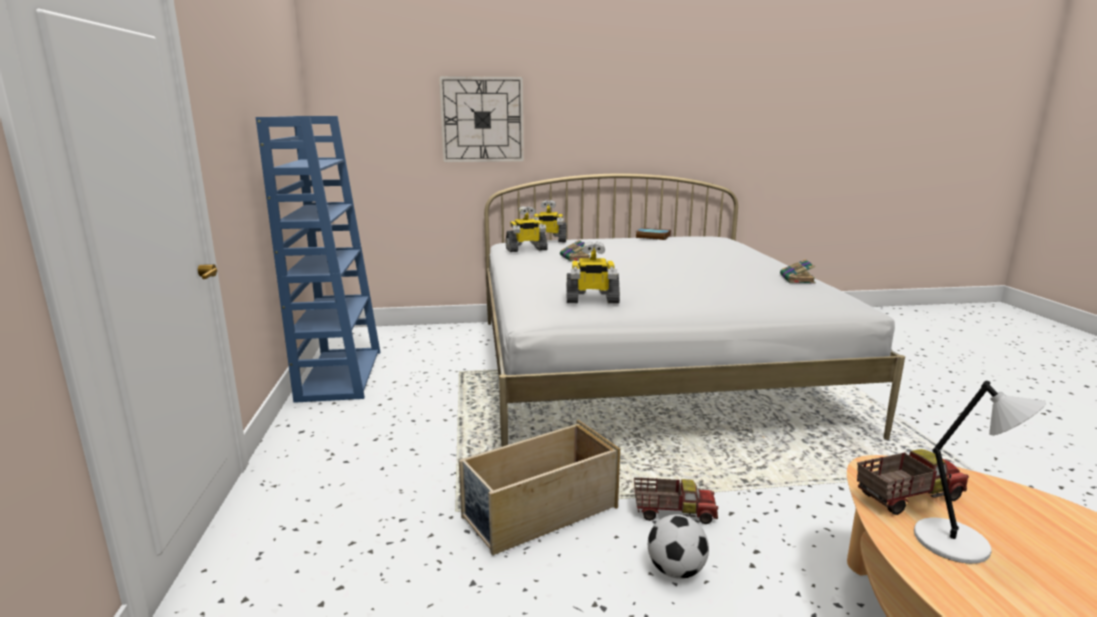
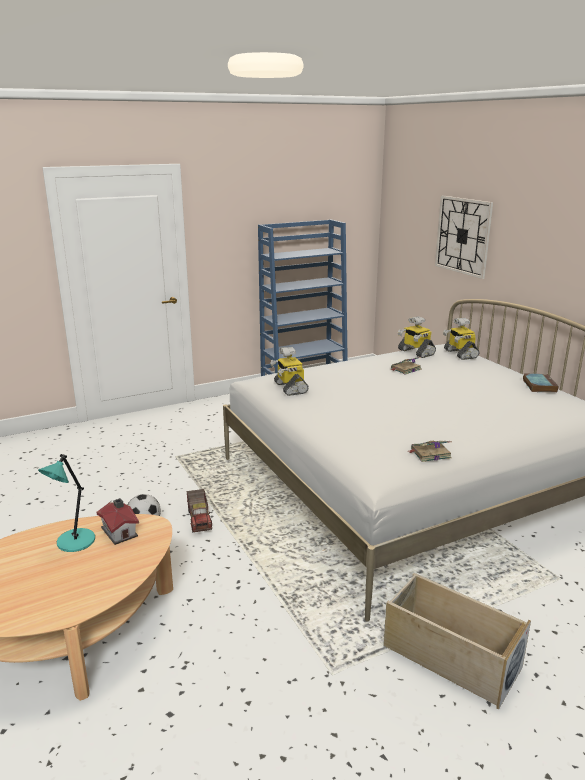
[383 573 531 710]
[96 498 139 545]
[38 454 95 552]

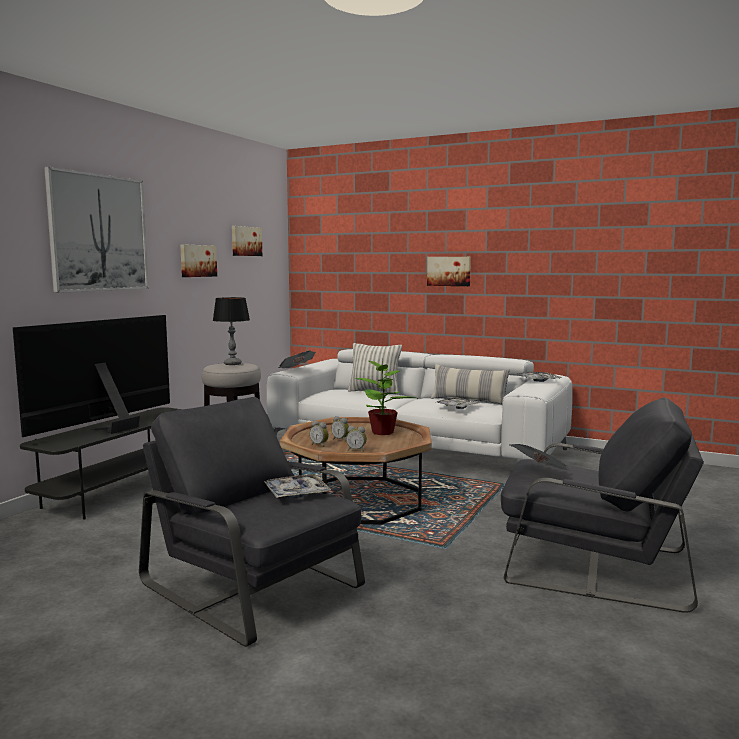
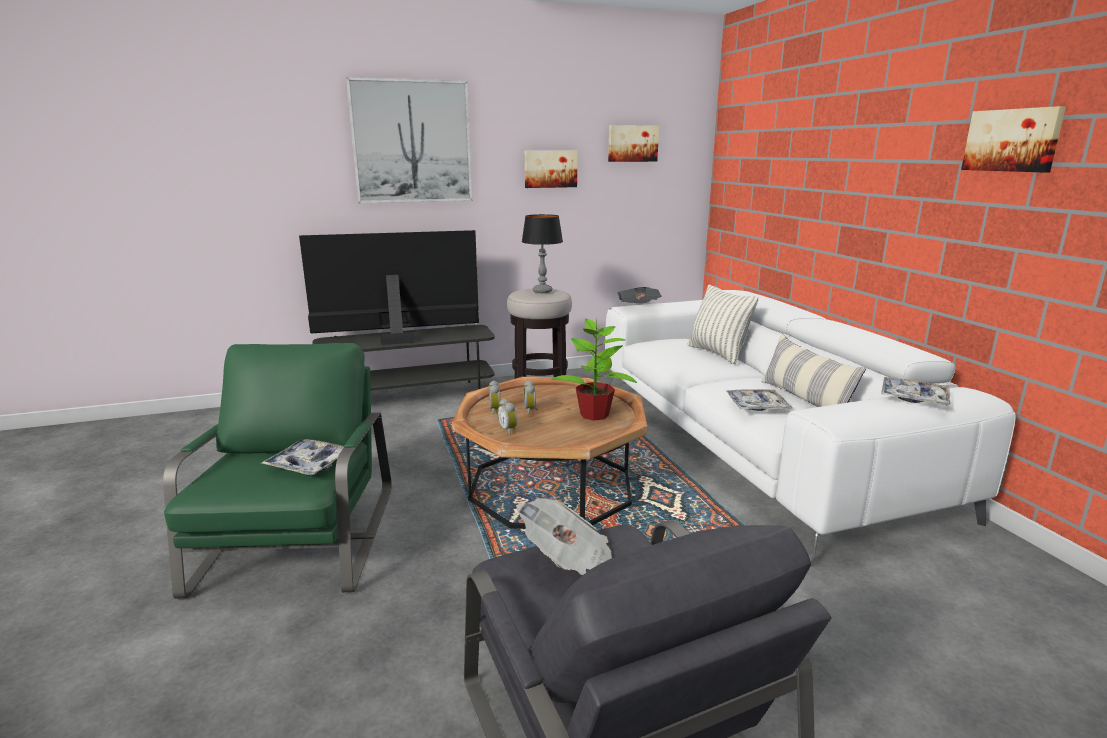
[961 106 1066 172]
[163 343 391 599]

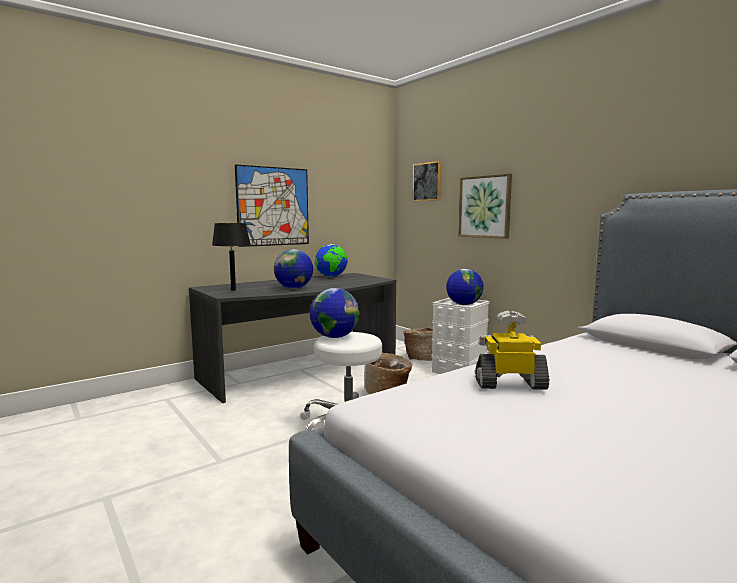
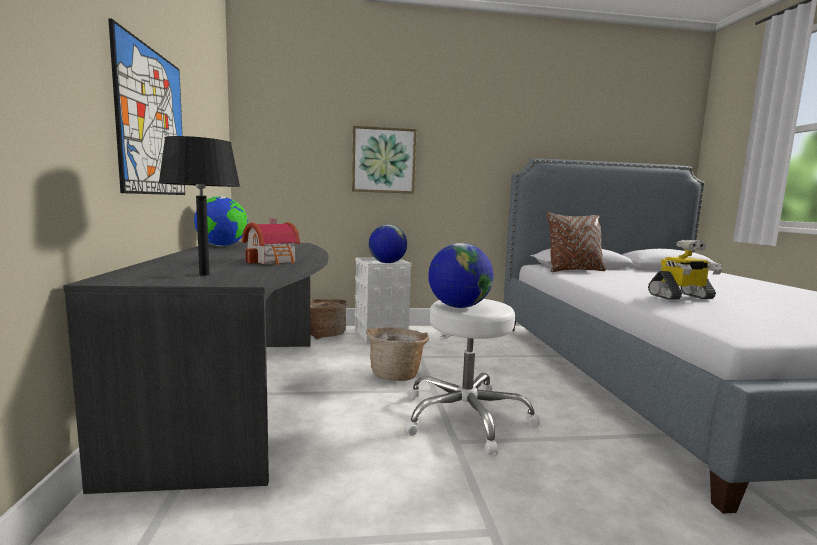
[413 161 441 201] (first image)
[547 212 606 272]
[242 219 300 265]
[648 240 722 300]

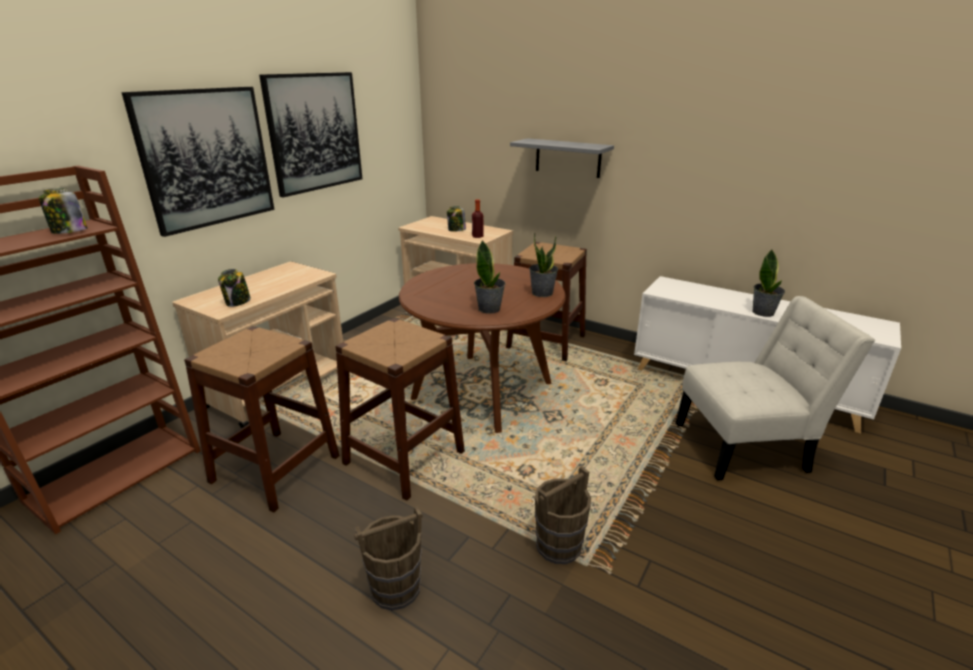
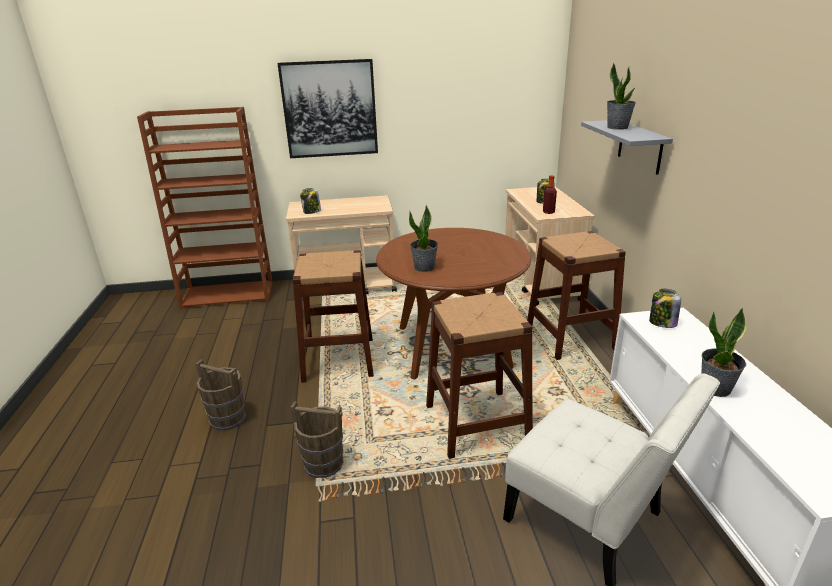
[259 72 362 197] (first image)
[649 289 681 328]
[426 292 533 459]
[607 63 636 130]

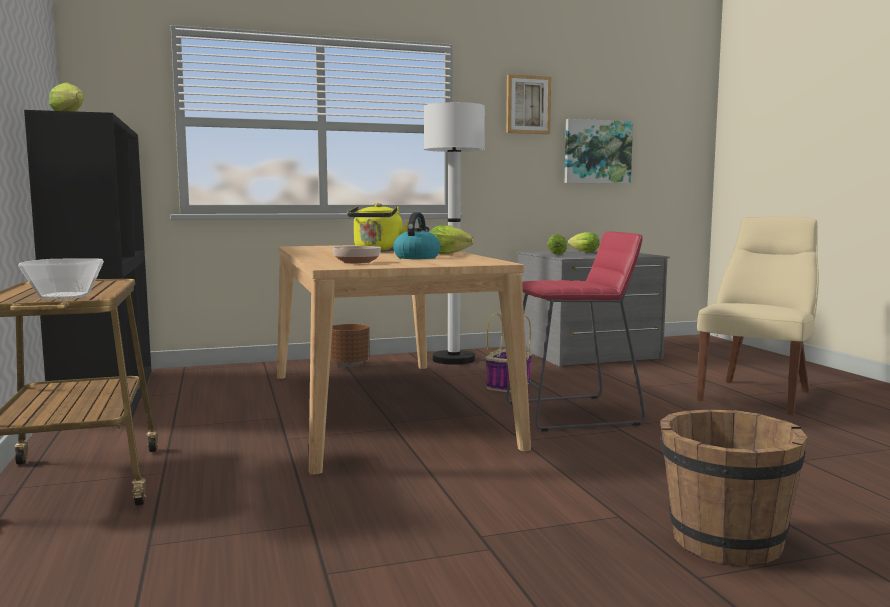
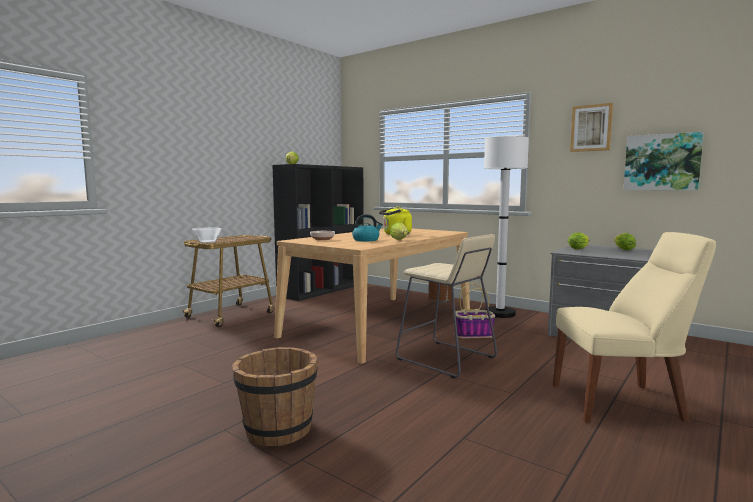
[396 234 497 379]

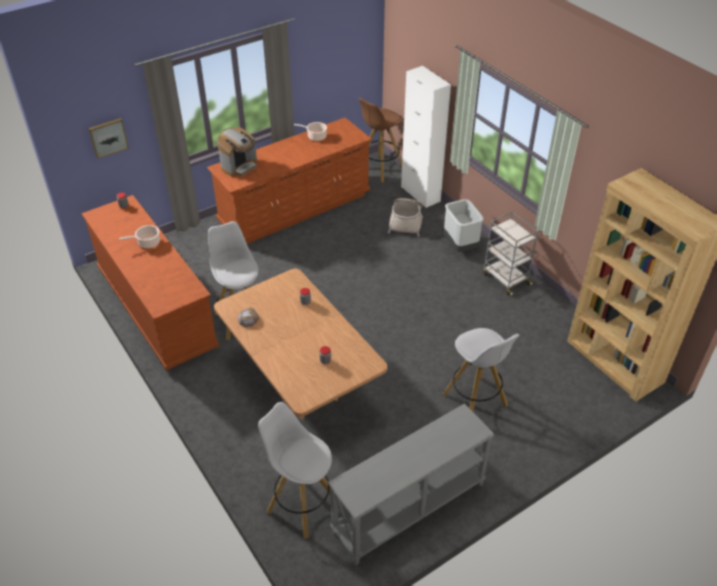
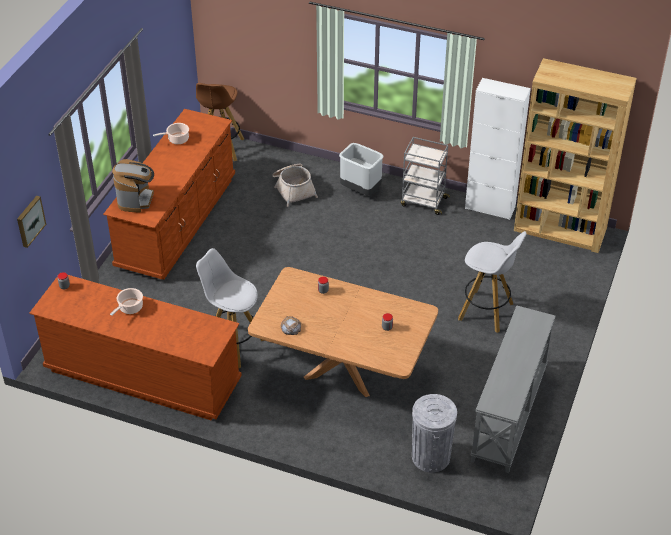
[465 78 531 220]
[412 394 457 473]

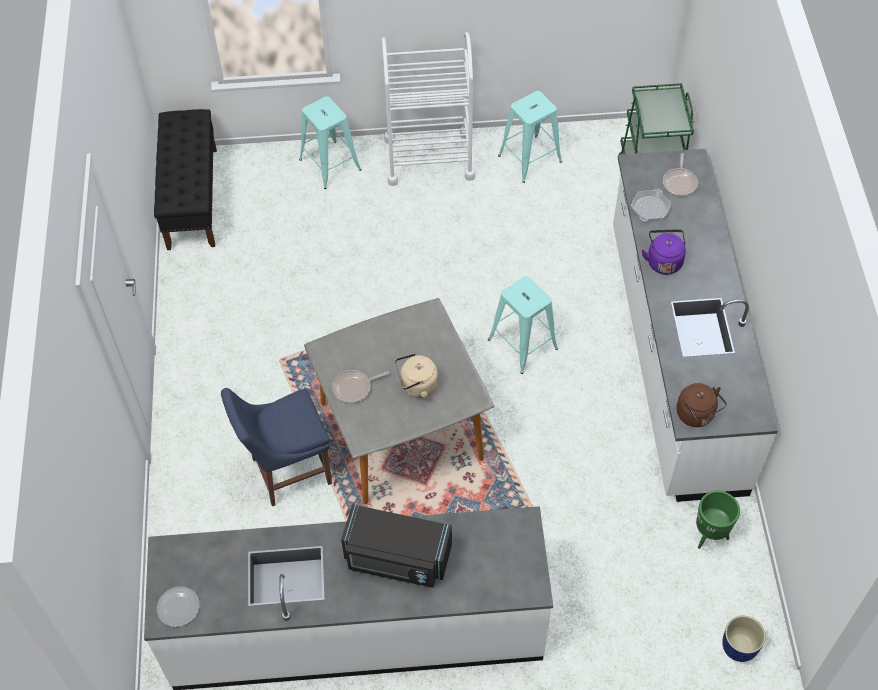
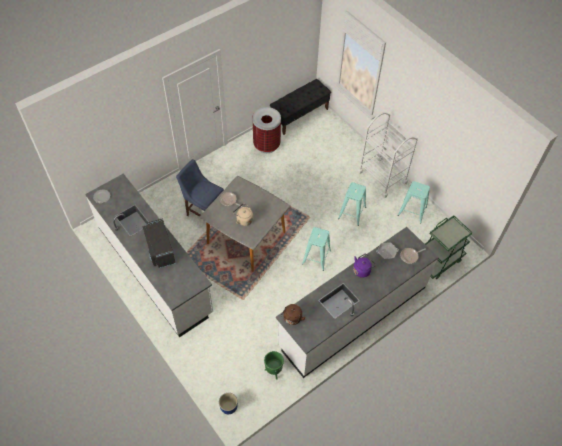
[253 107 281 153]
[338 182 366 226]

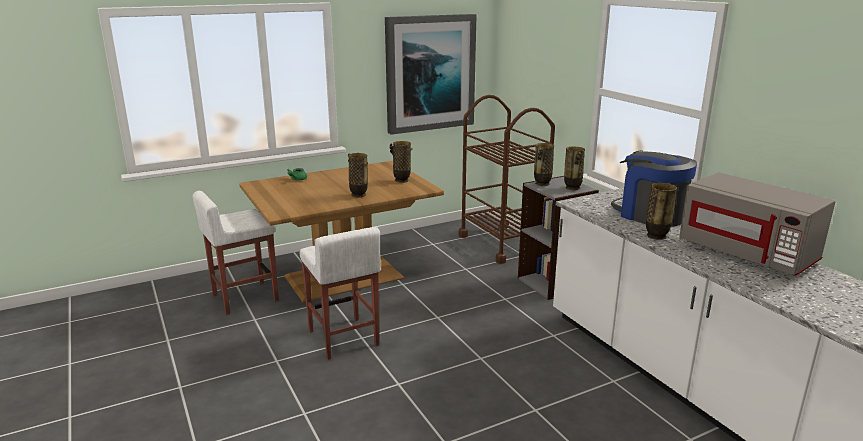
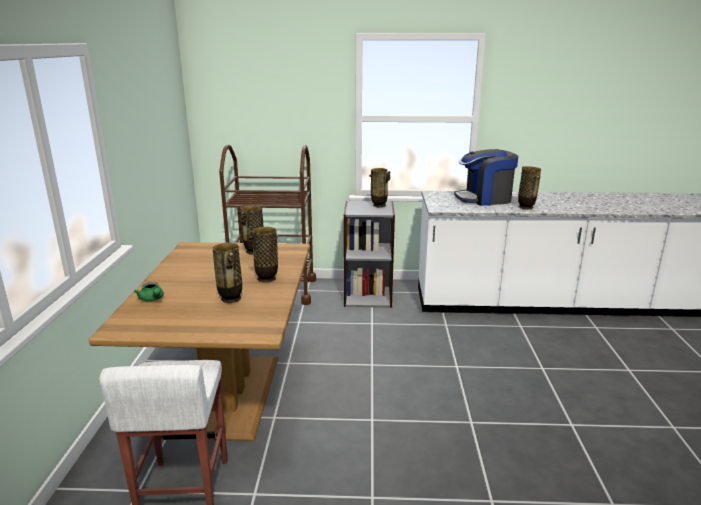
[299 227 381 360] (first image)
[385 14 477 135] (first image)
[679 173 835 276] (first image)
[213 243 242 303]

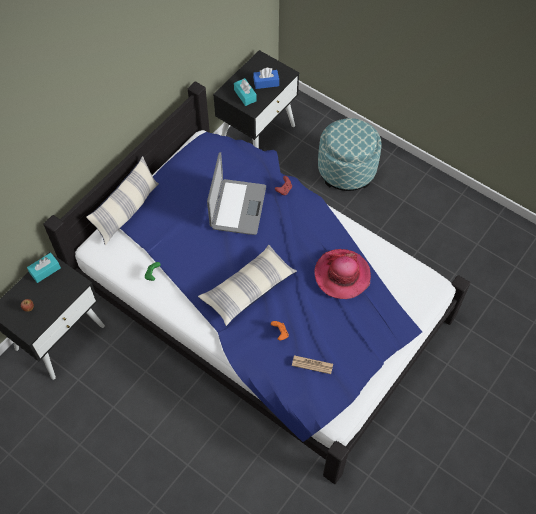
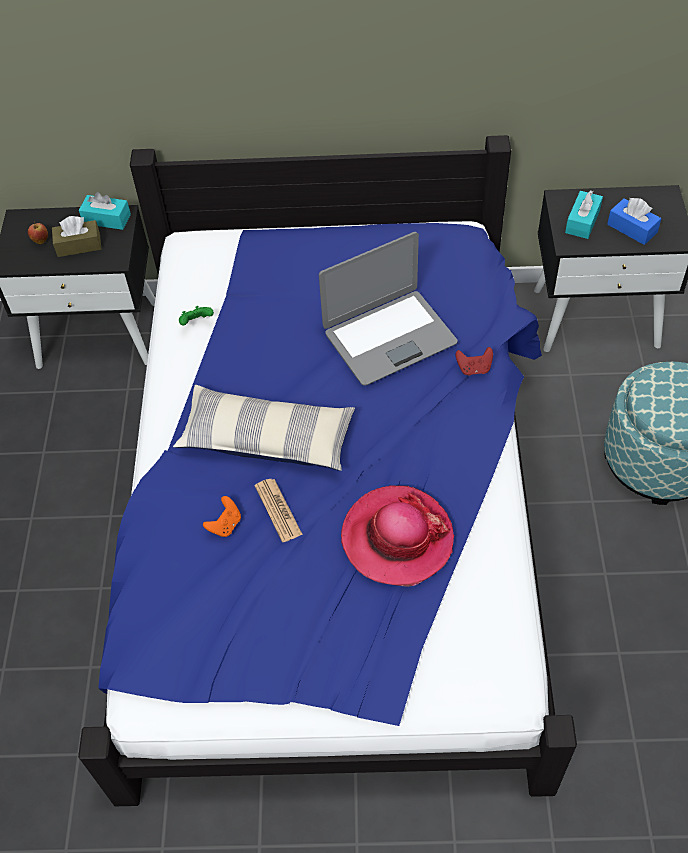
[86 156 159 245] (first image)
[52 216 101 257]
[255 479 303 542]

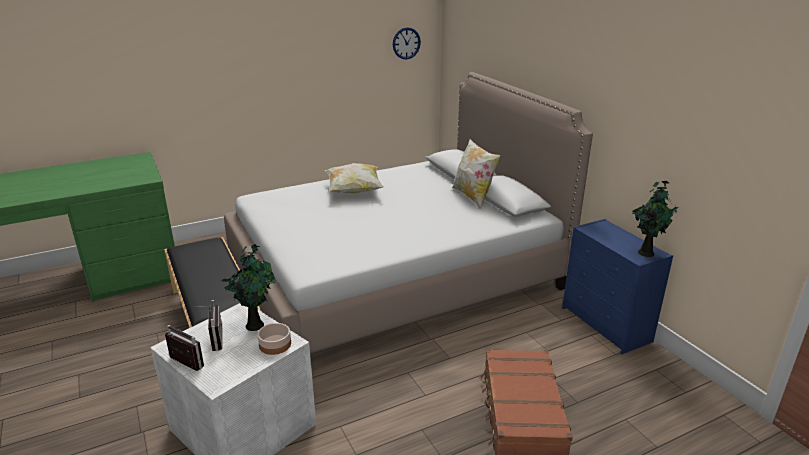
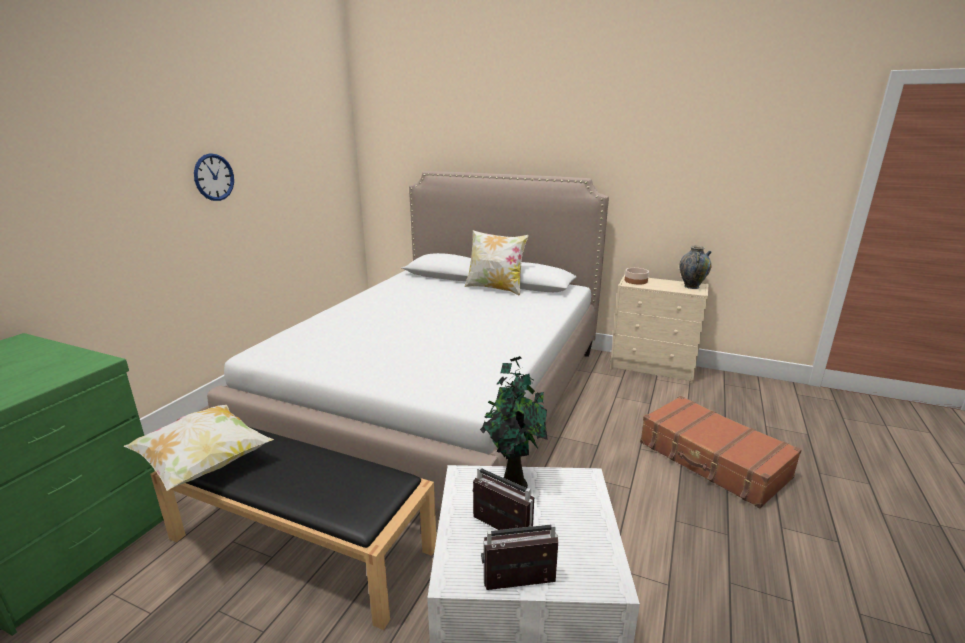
[625 268 649 285]
[123 405 274 491]
[194 153 234 201]
[679 246 712 289]
[610 275 709 383]

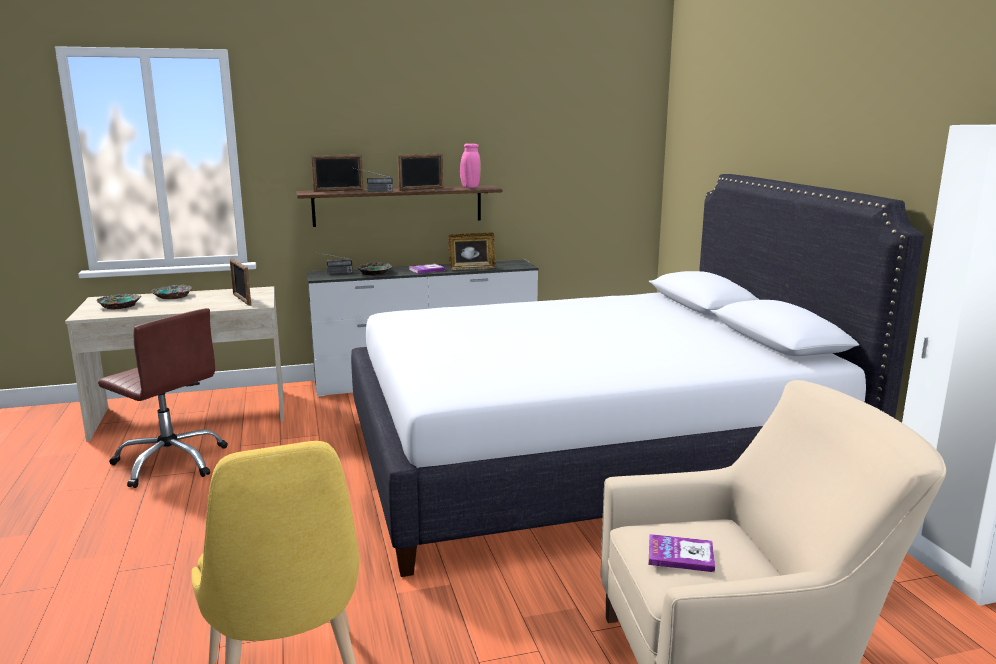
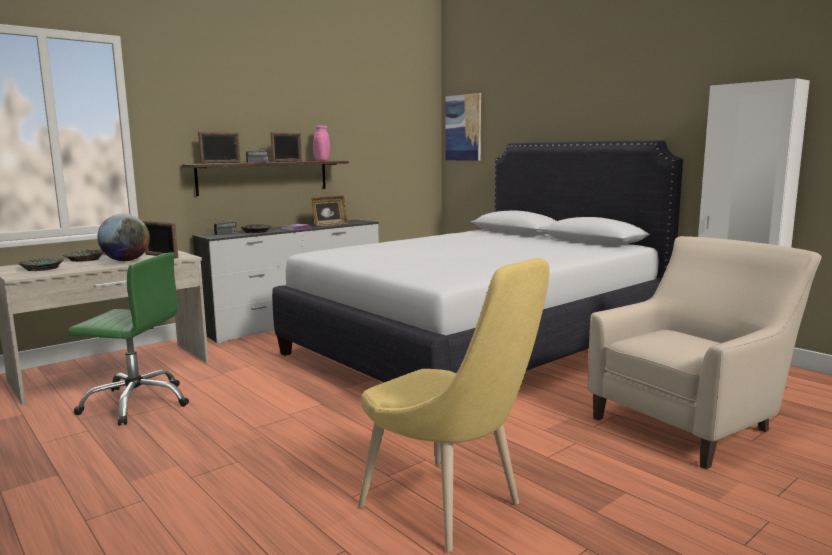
[649 534 715 572] (first image)
[97 214 150 261]
[446 93 481 161]
[68 252 189 426]

